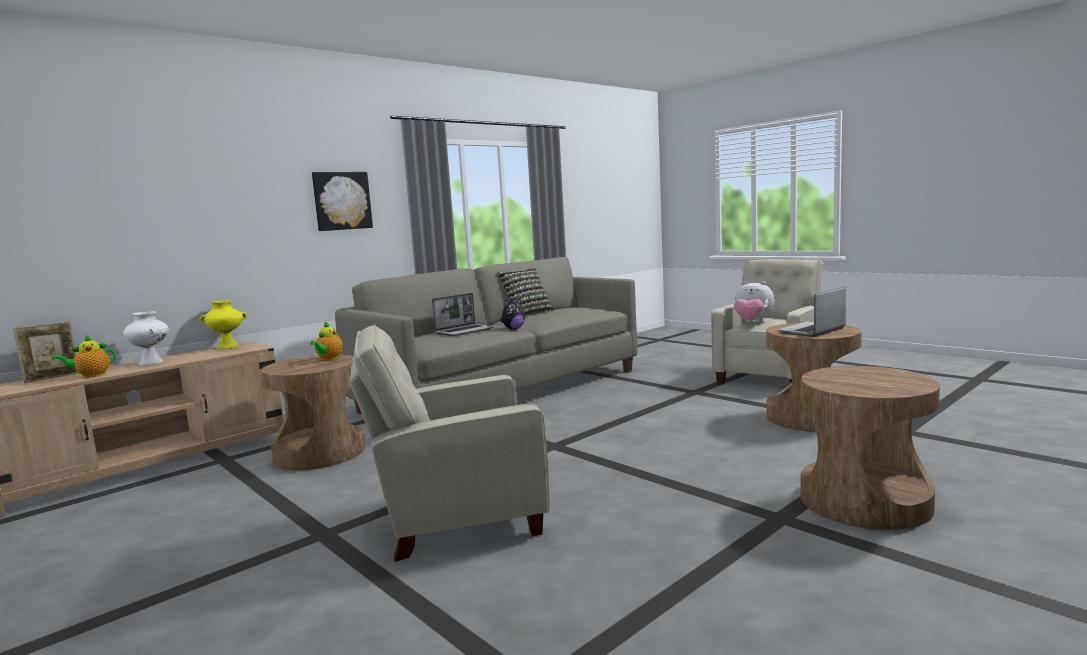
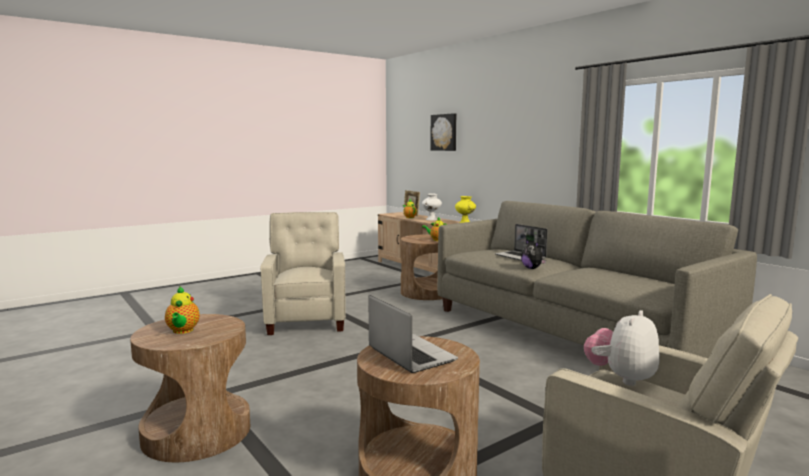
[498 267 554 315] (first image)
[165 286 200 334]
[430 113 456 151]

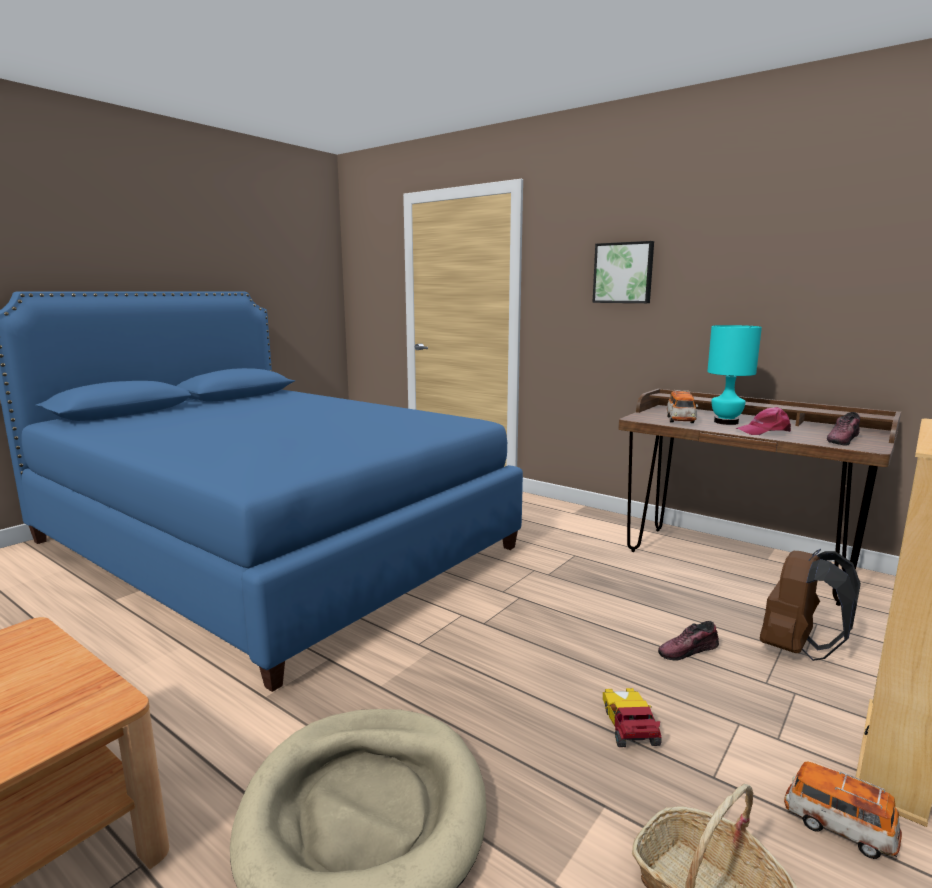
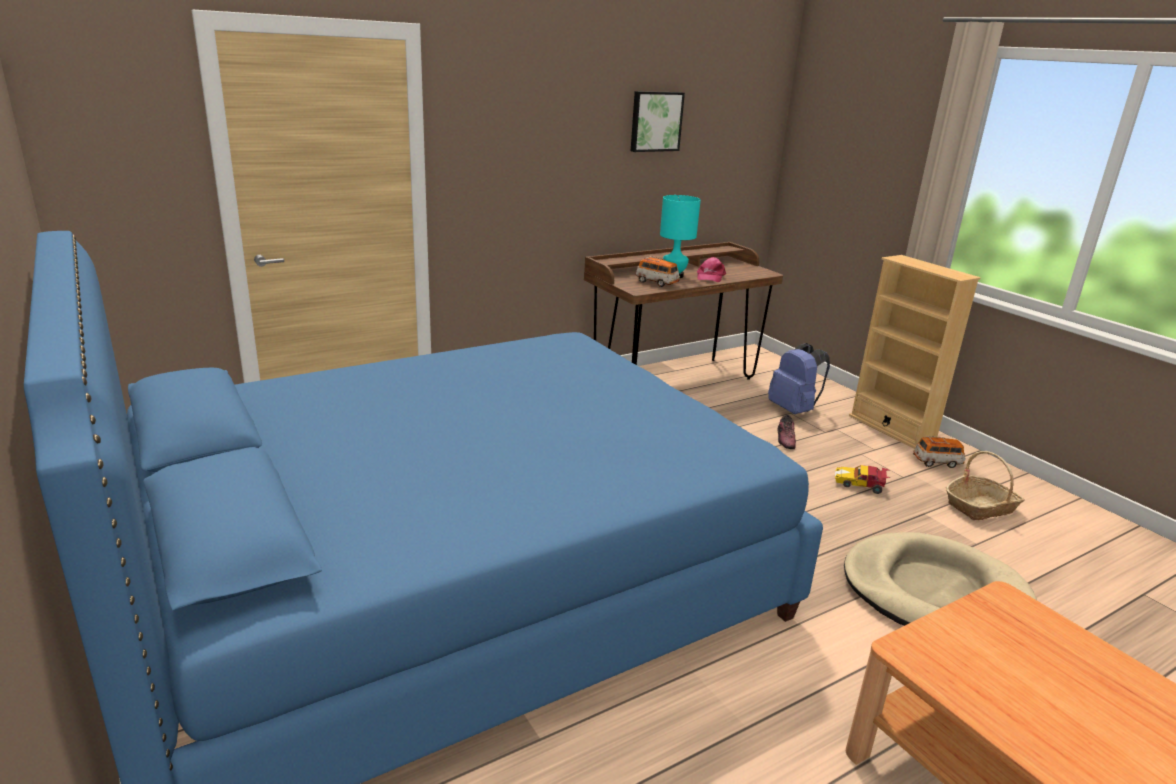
[827 412 860 445] (first image)
[631 91 685 152]
[768 343 830 414]
[913 436 966 468]

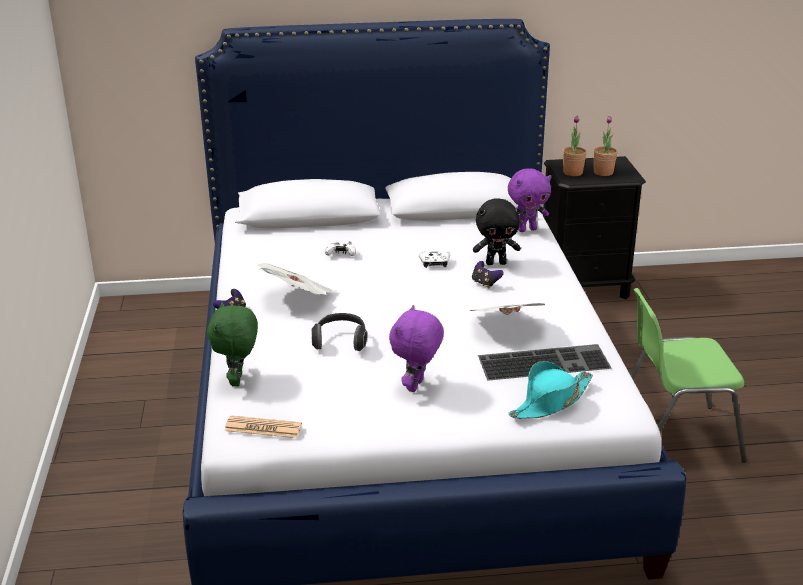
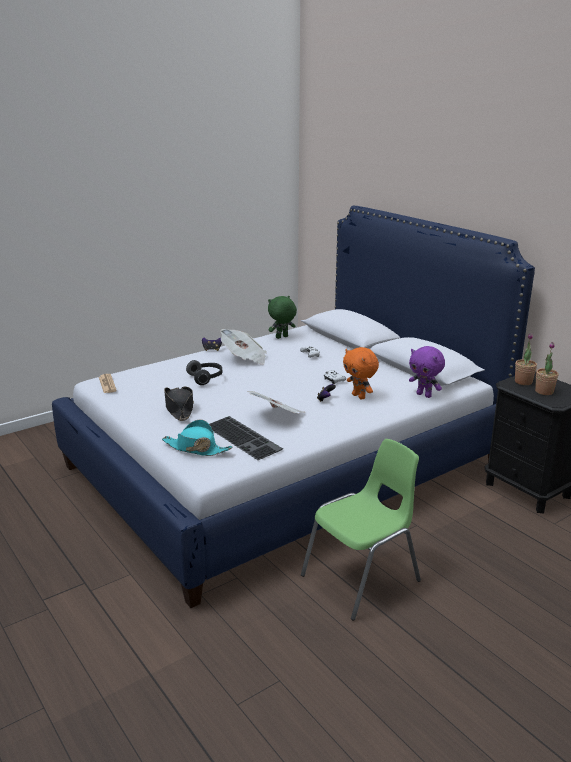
[268 296 297 339]
[164 387 194 421]
[343 347 379 400]
[301 439 421 620]

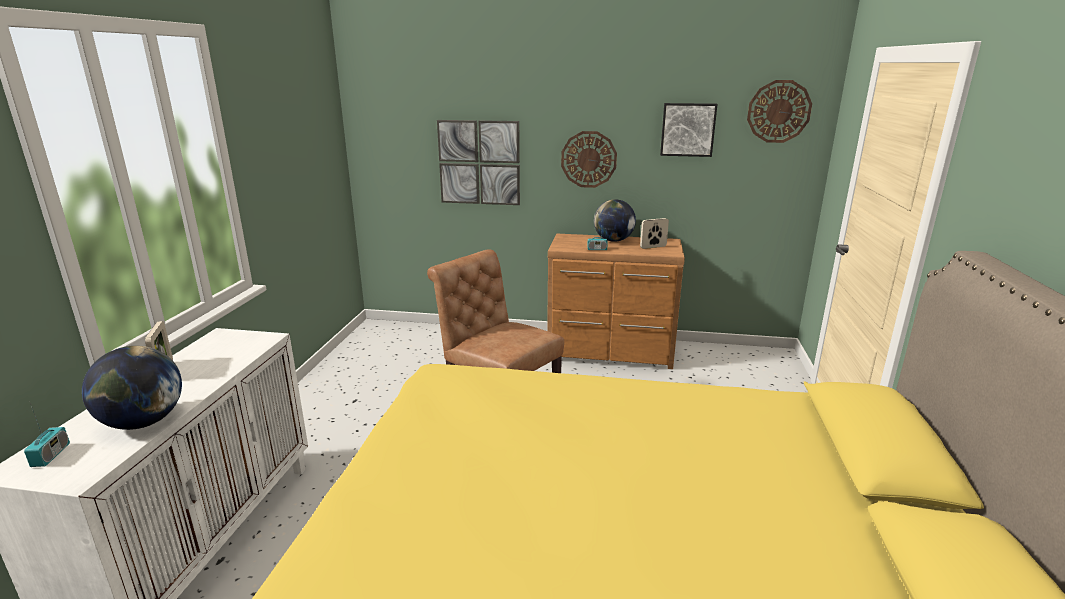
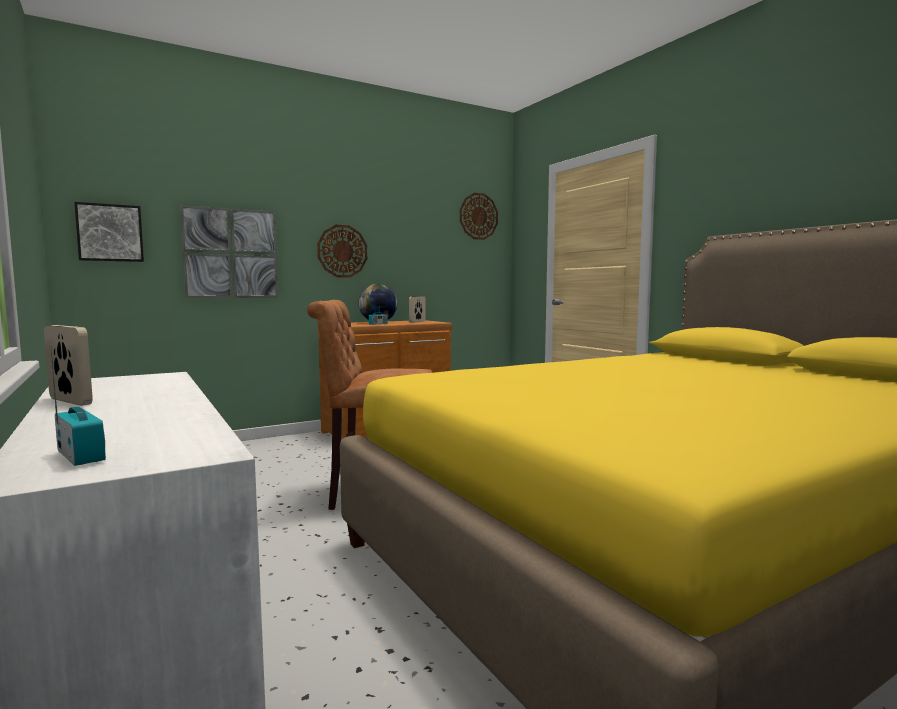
[82 346 182 430] (first image)
[74 202 144 262]

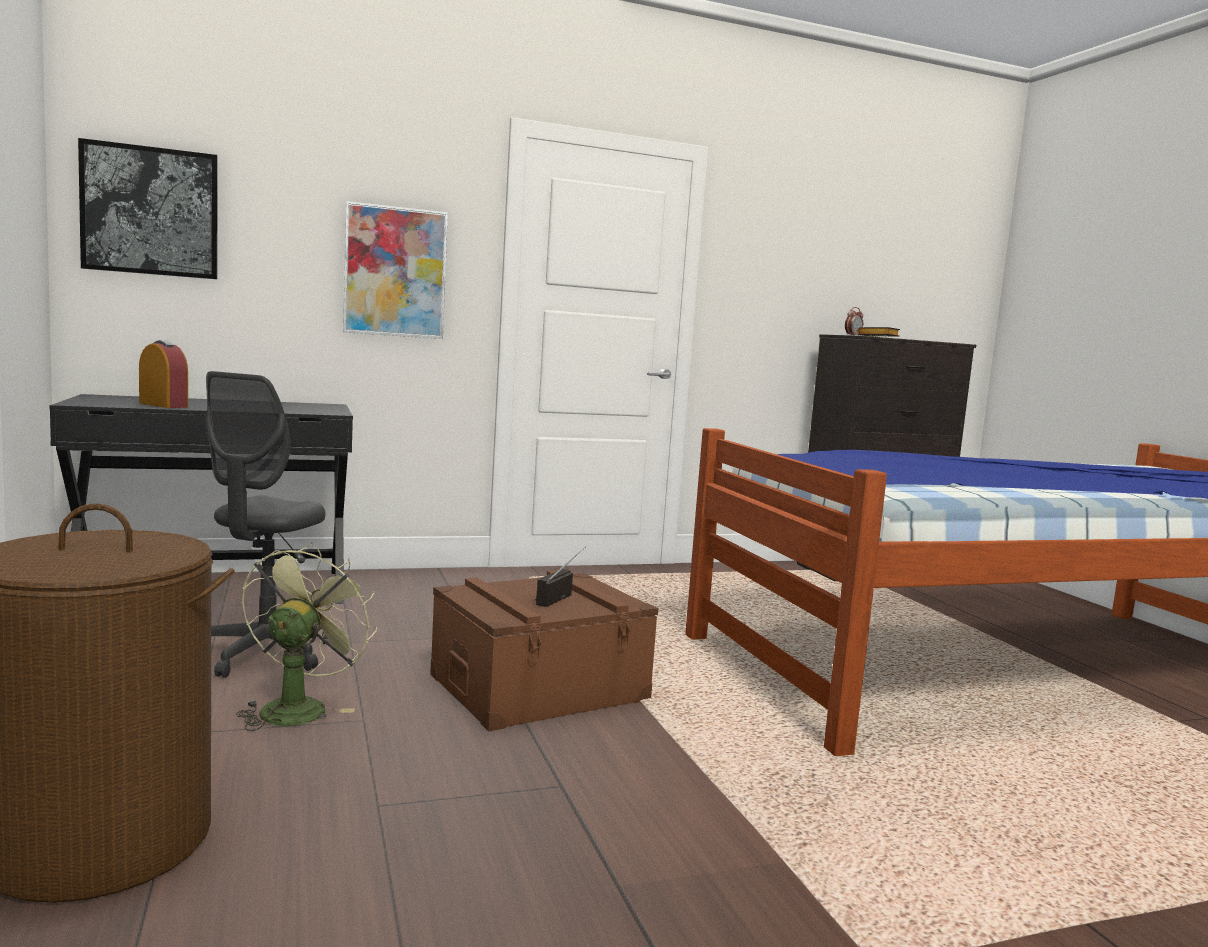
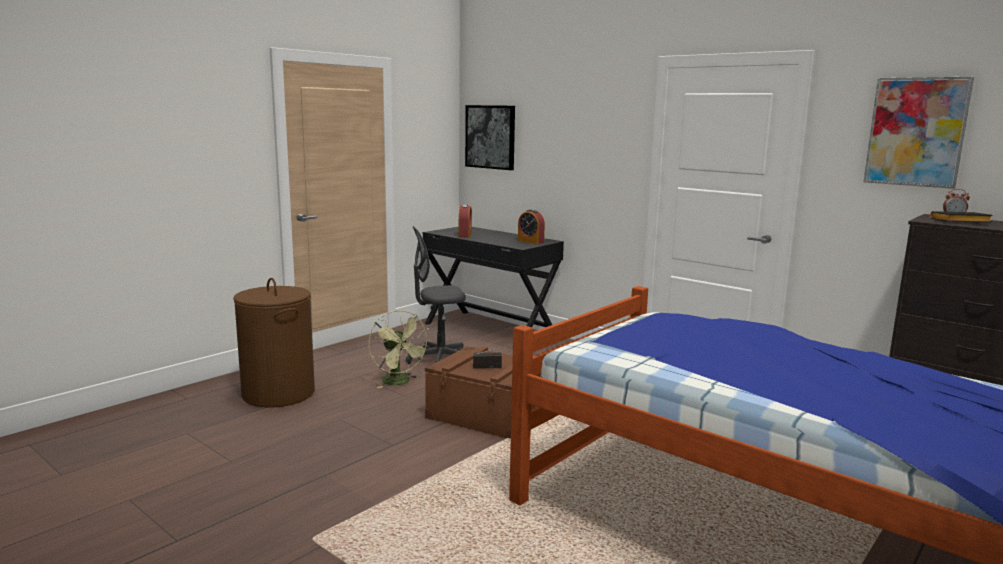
[518 209 545 244]
[863 77 974 189]
[369 310 431 388]

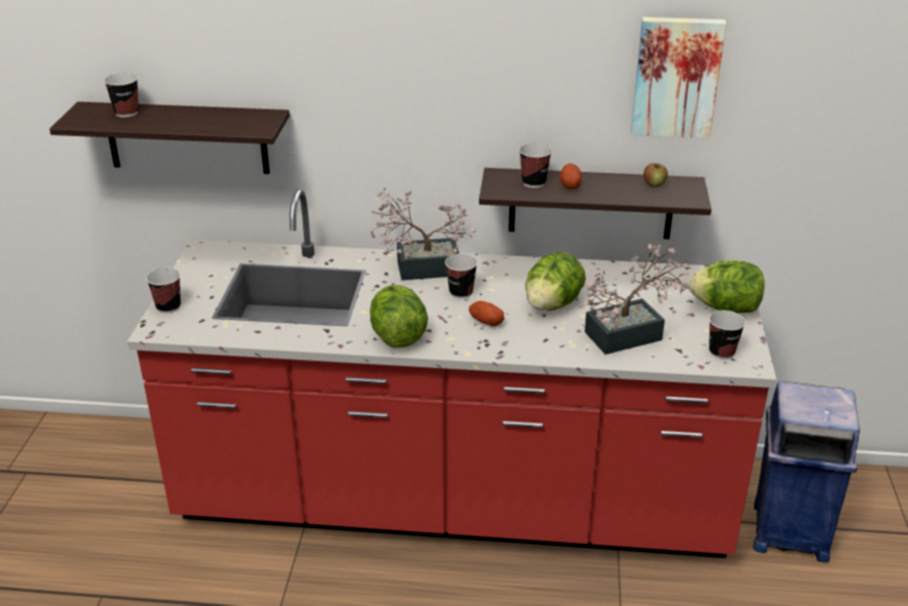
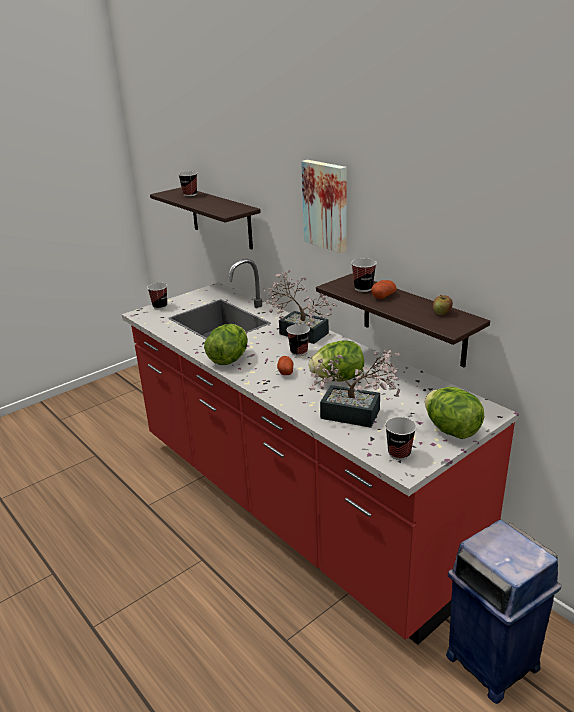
[301 160 347 253]

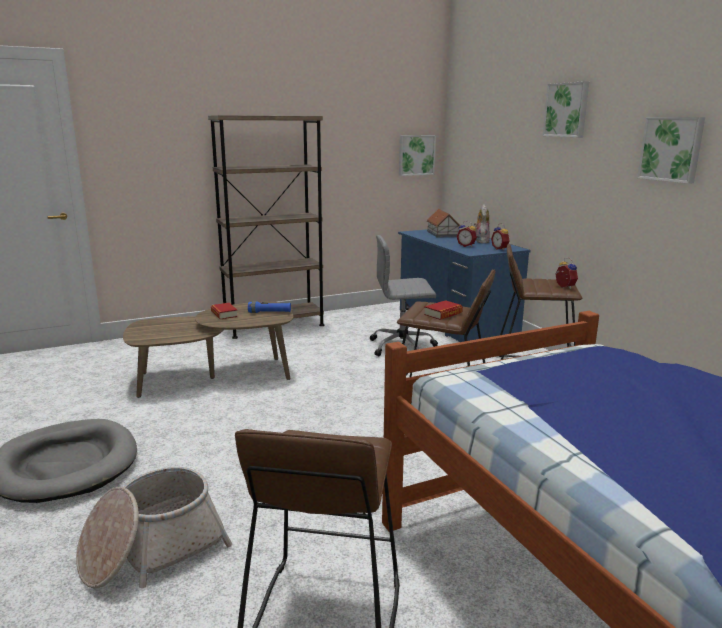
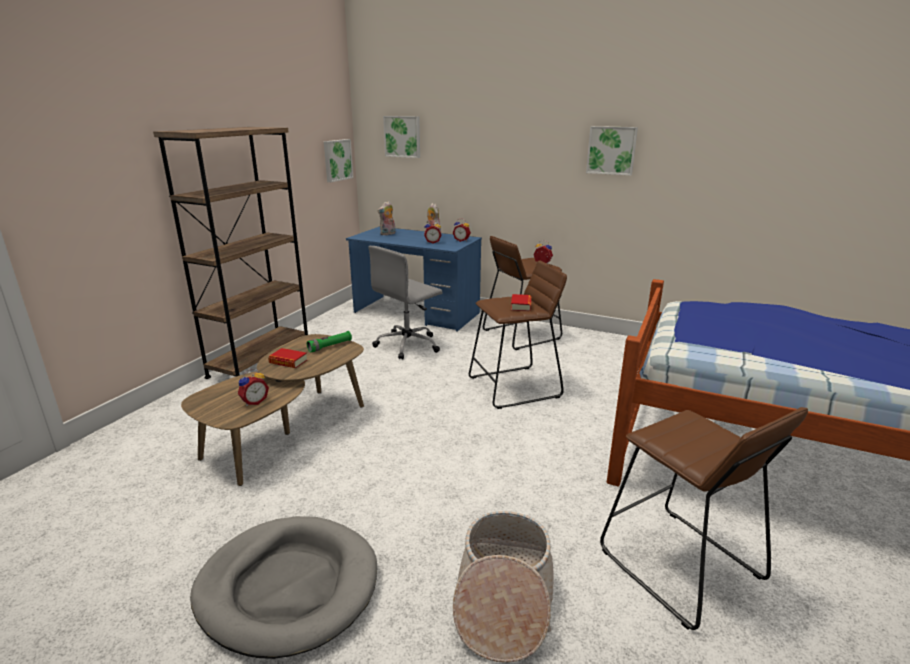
[238 369 269 406]
[383 116 420 158]
[378 201 395 235]
[307 331 352 352]

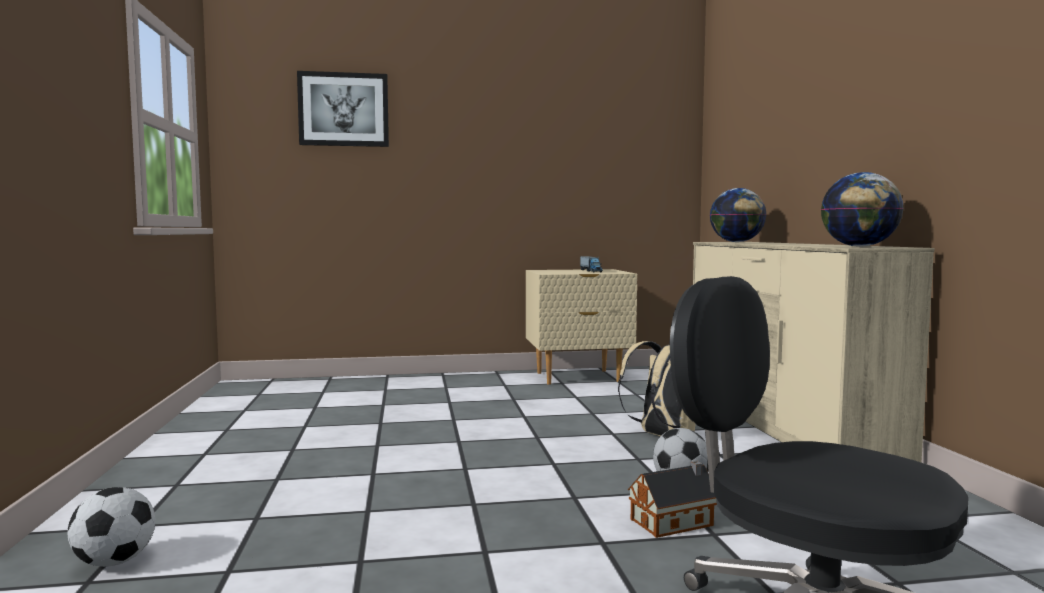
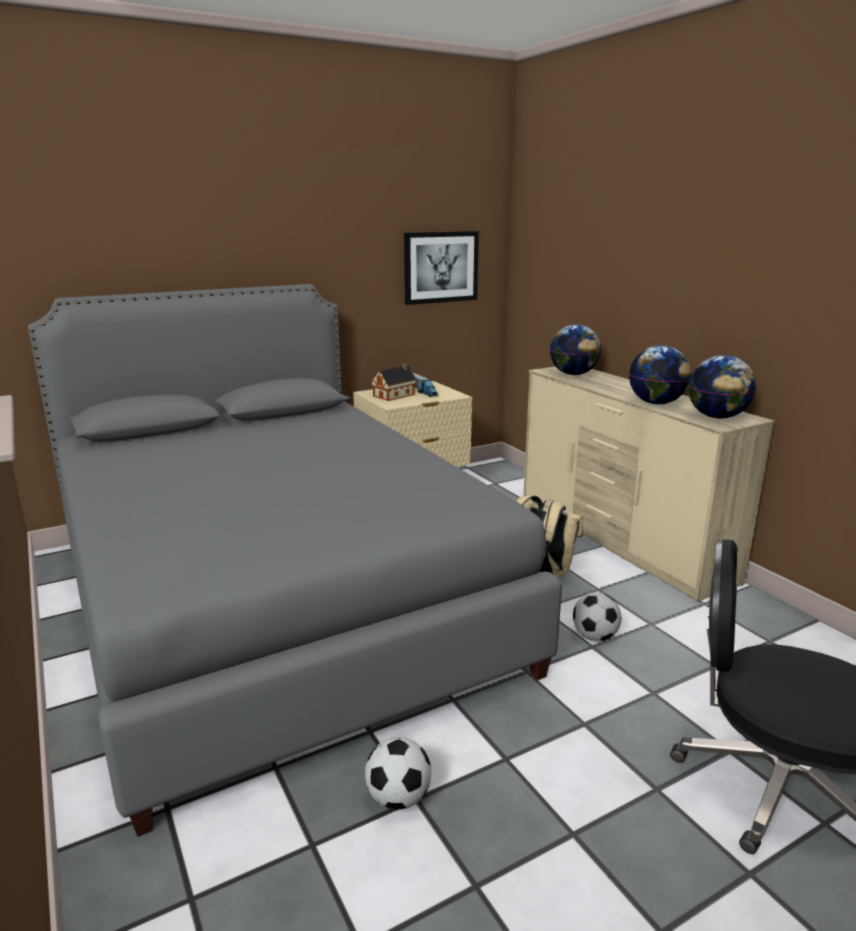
[28 284 562 837]
[629 345 691 404]
[365 737 431 810]
[404 231 479 305]
[371 363 417 401]

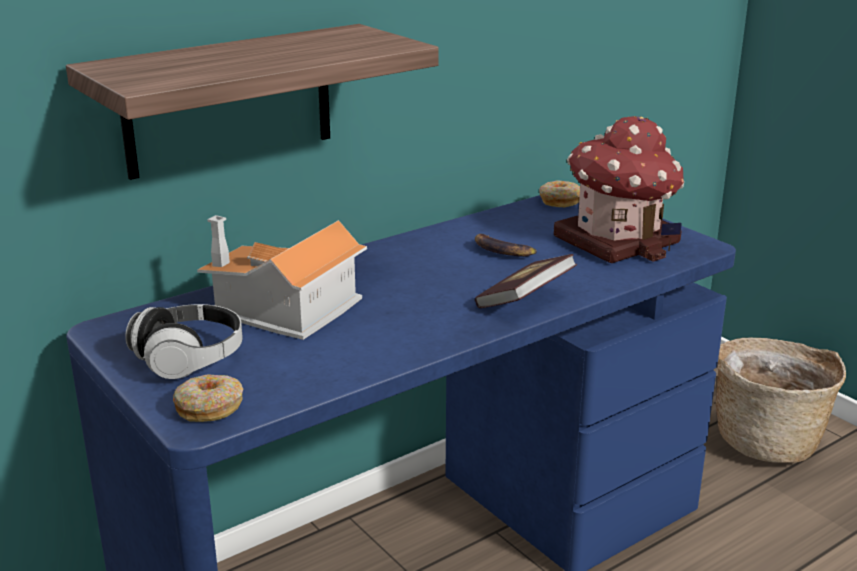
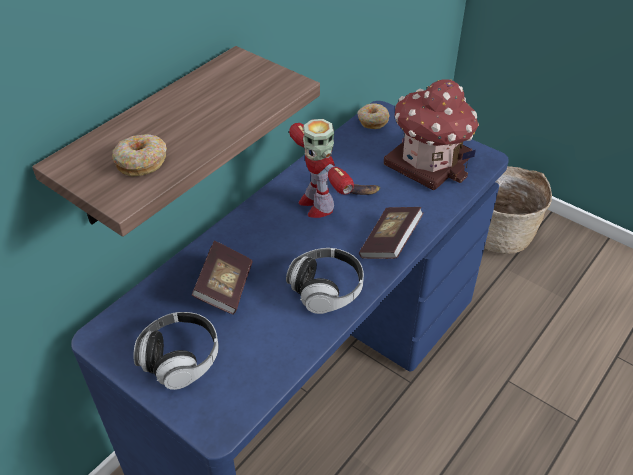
[286 248 364 314]
[289 119 354 218]
[112 134 167 176]
[192 241 253 315]

